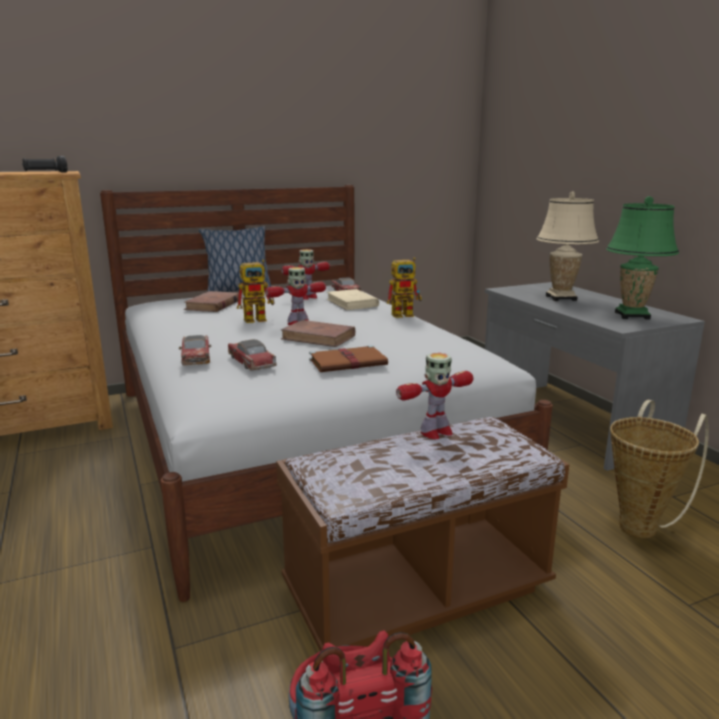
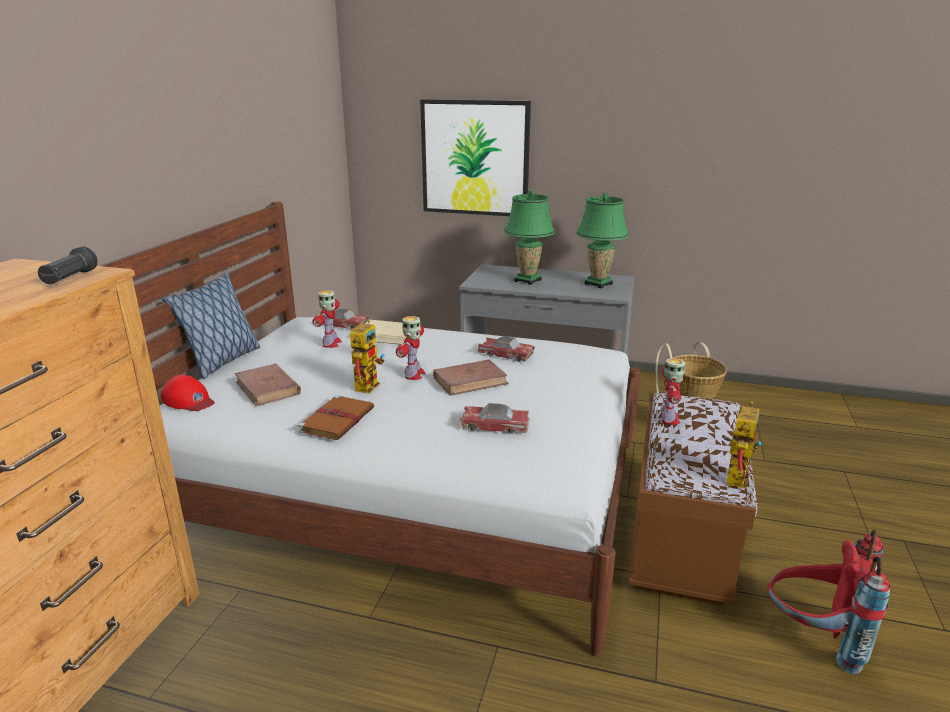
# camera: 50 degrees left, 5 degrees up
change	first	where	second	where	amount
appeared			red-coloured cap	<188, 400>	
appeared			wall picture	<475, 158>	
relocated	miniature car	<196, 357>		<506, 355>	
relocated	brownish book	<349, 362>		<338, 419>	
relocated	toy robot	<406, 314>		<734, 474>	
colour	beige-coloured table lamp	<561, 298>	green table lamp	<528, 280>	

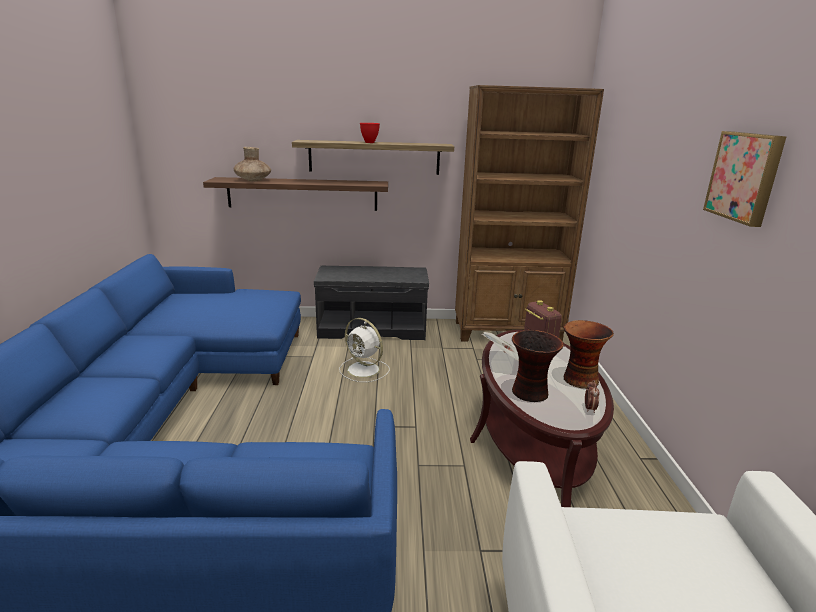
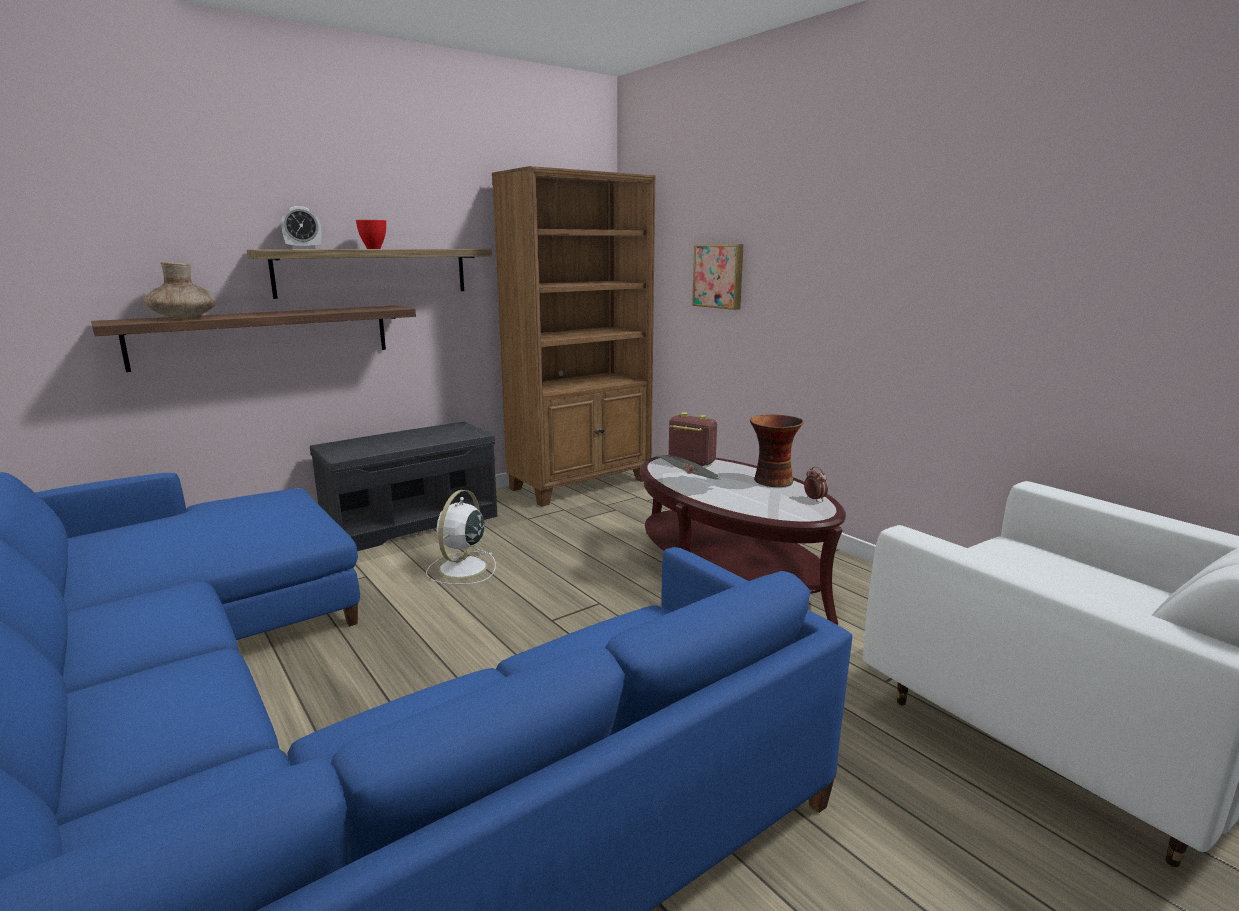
# camera: 35 degrees left, 5 degrees down
change	first	where	second	where	amount
missing	decorative vase	<530, 393>			
appeared			table clock	<304, 249>	
relocated	wall picture	<745, 177>		<719, 276>	
spun	white-coloured electric fan	<364, 370>		<462, 569>	105 degrees clockwise

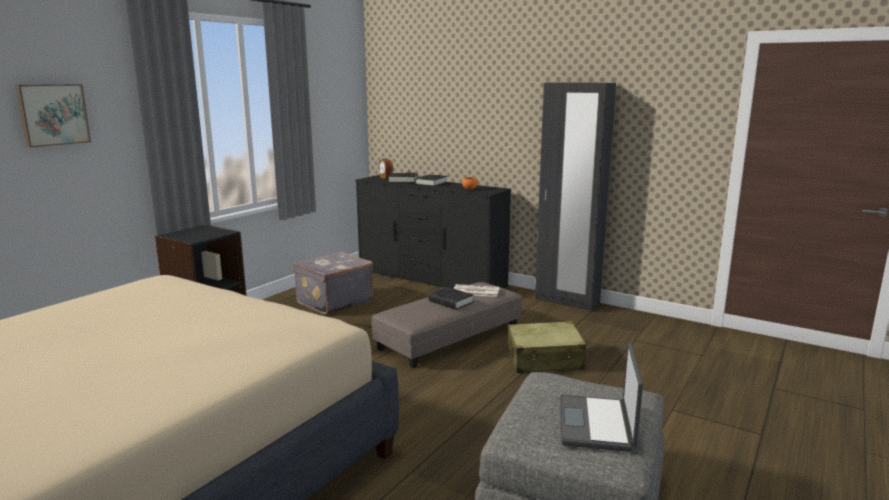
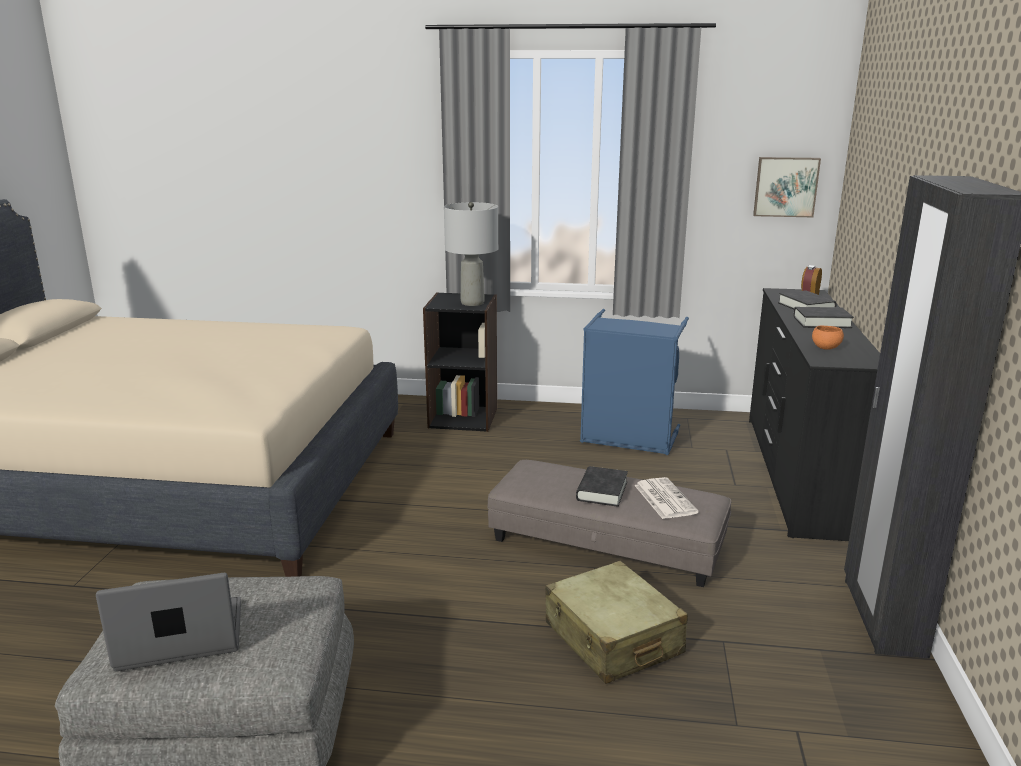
# camera: 65 degrees right, 5 degrees up
change	first	where	second	where	amount
appeared			grey table lamp	<473, 303>	
relocated	wall picture	<53, 114>		<785, 186>	
exchanged	grey piece of luggage	<333, 301>	blue washing basket	<628, 439>	

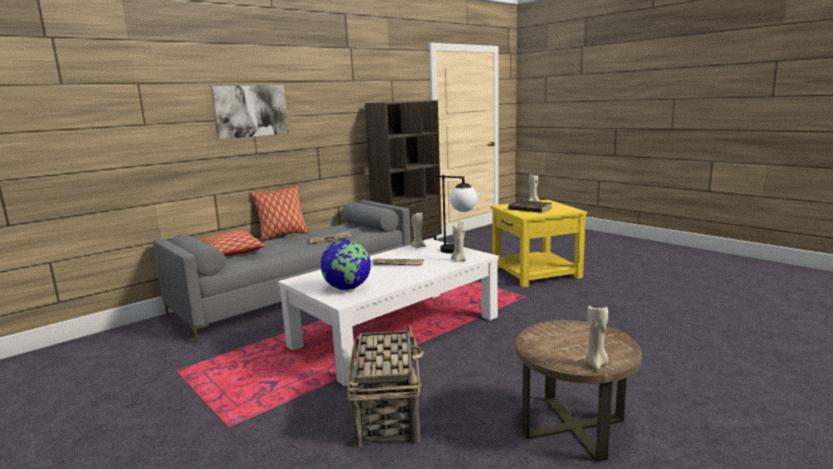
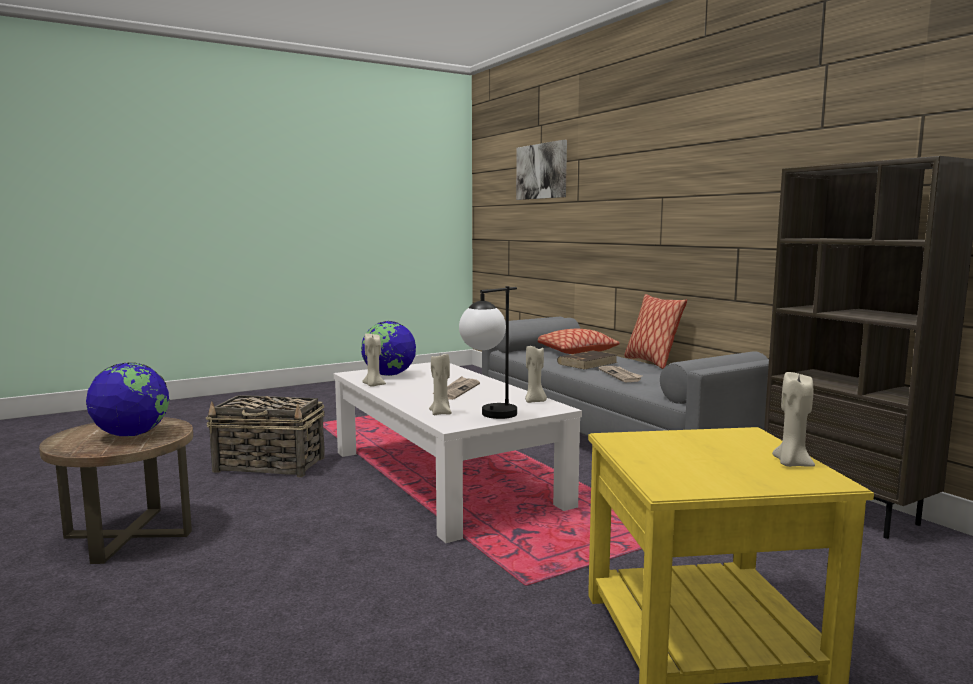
# camera: 100 degrees right, 5 degrees down
change	first	where	second	where	amount
appeared			globe	<131, 435>	
relocated	wall picture	<250, 111>		<542, 171>	
relocated	brownish book	<529, 209>		<587, 363>	
relocated	beige-coloured candle	<596, 364>		<373, 385>	

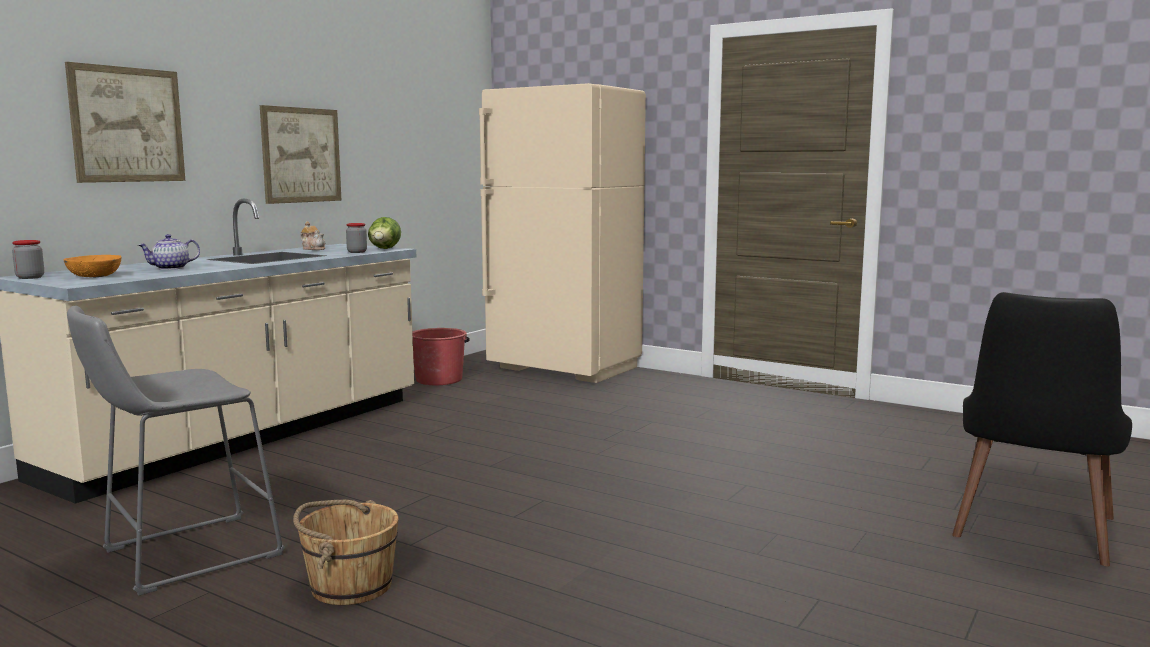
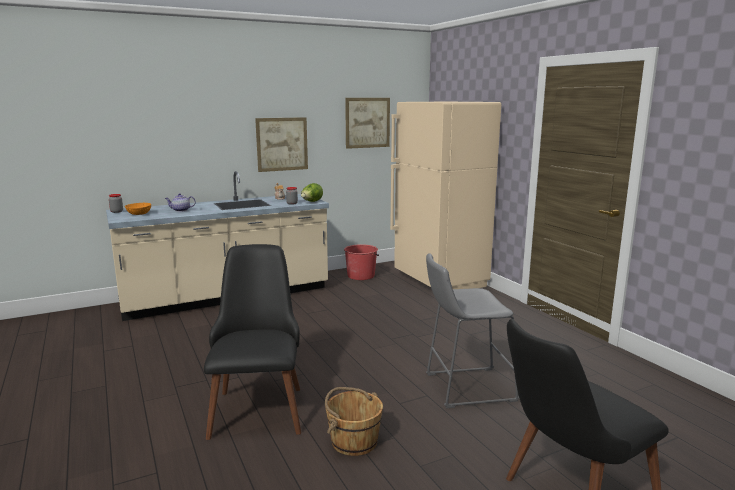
# camera: 30 degrees right, 5 degrees up
change	first	where	second	where	amount
appeared			black-coloured plain chair	<258, 403>	
relocated	wall picture	<127, 125>		<367, 122>	
relocated	grey stool seat	<182, 555>		<464, 387>	
relocated	brownish water bucket	<350, 586>		<353, 441>	

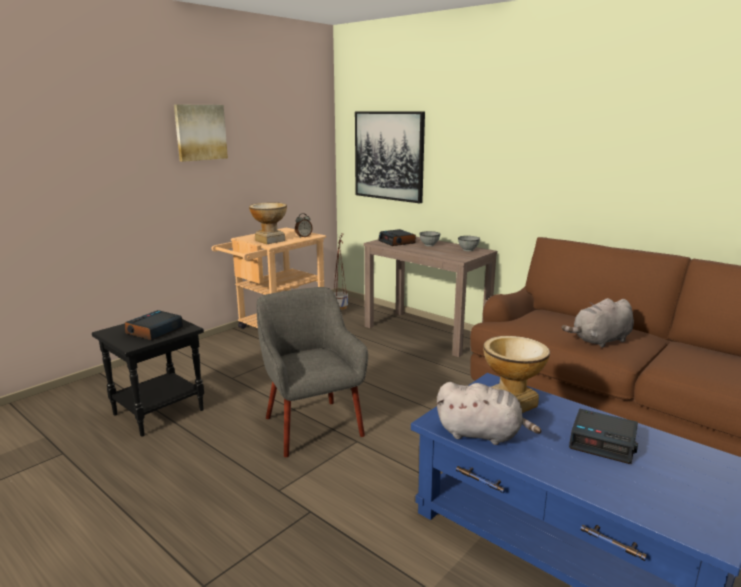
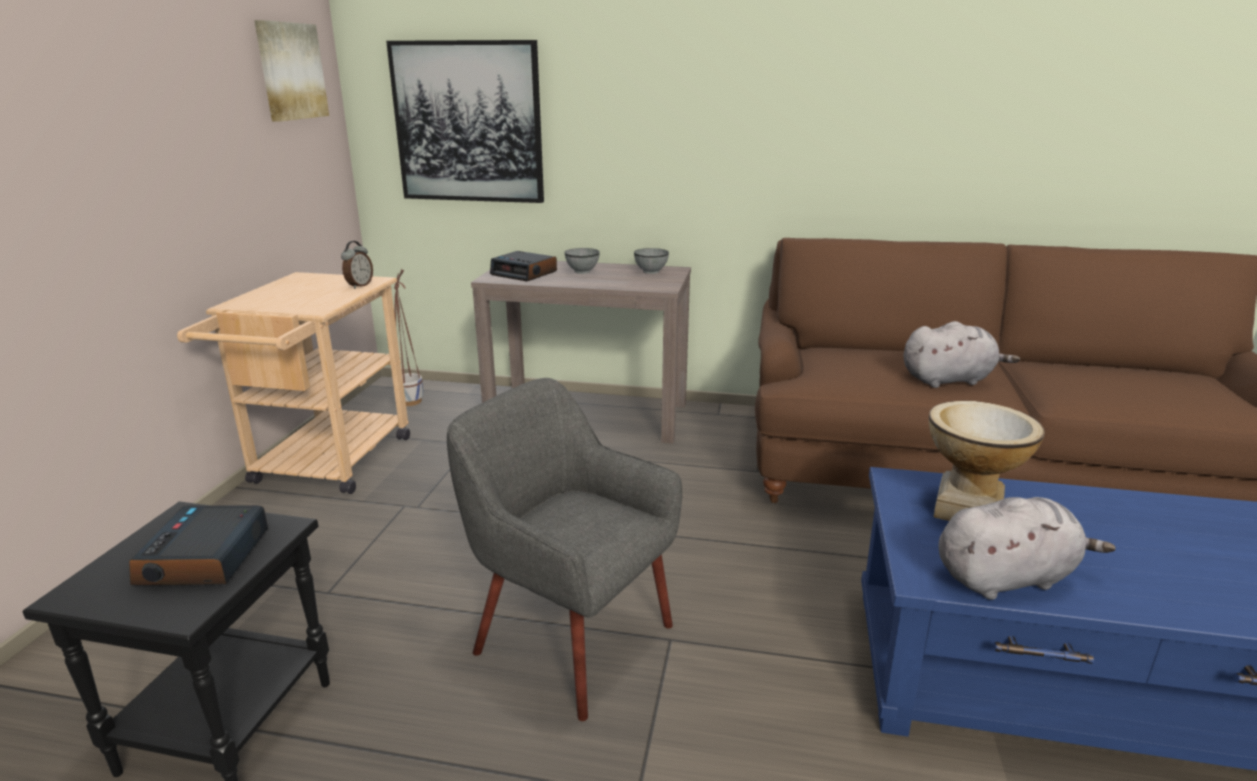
# camera: 30 degrees left, 5 degrees up
change	first	where	second	where	amount
missing	decorative vase	<270, 241>			
missing	table clock	<603, 442>			
relocated	wall picture	<200, 132>		<290, 71>	
spun	grey cuddly toy	<600, 341>		<949, 380>	135 degrees counterclockwise

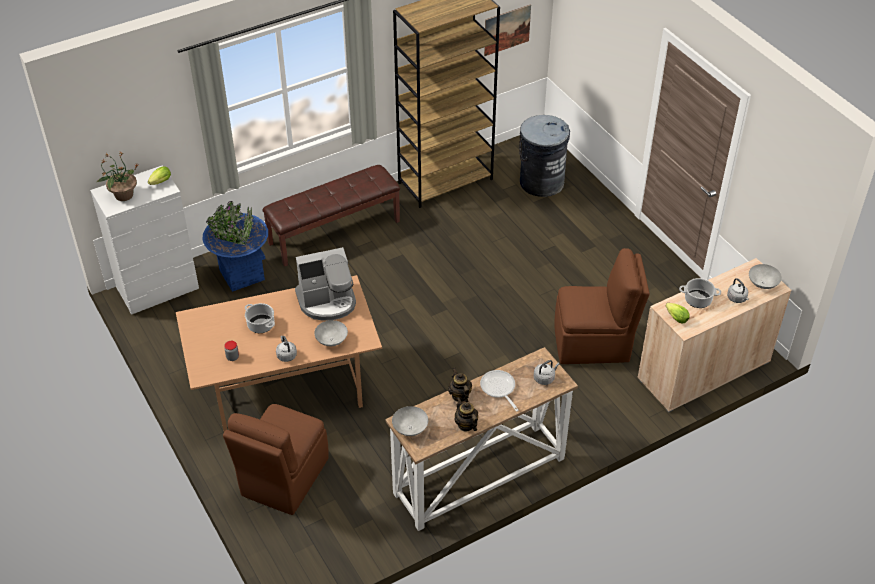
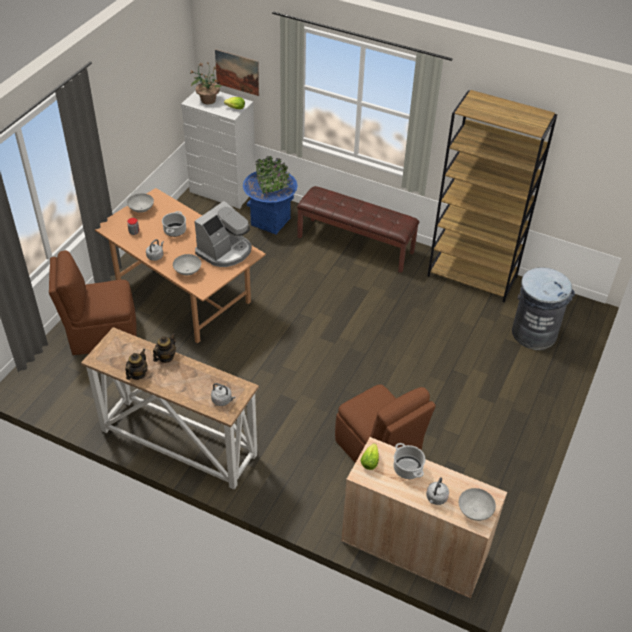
# camera: 55 degrees right, 0 degrees up
change	first	where	second	where	amount
missing	skillet	<499, 389>			
relocated	grey serving bowl	<410, 428>		<141, 209>	
relocated	wall picture	<507, 30>		<237, 72>	
spun	coffee machine	<327, 301>		<225, 251>	90 degrees counterclockwise

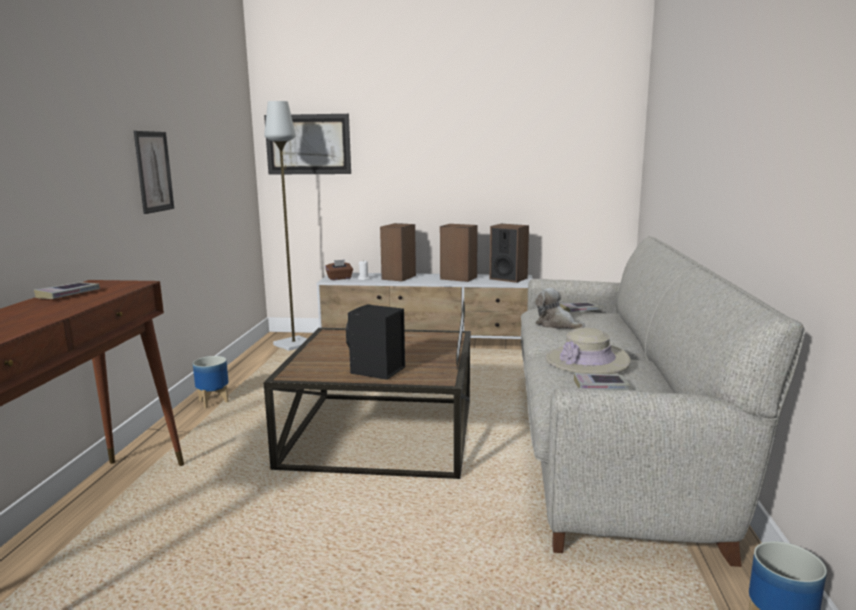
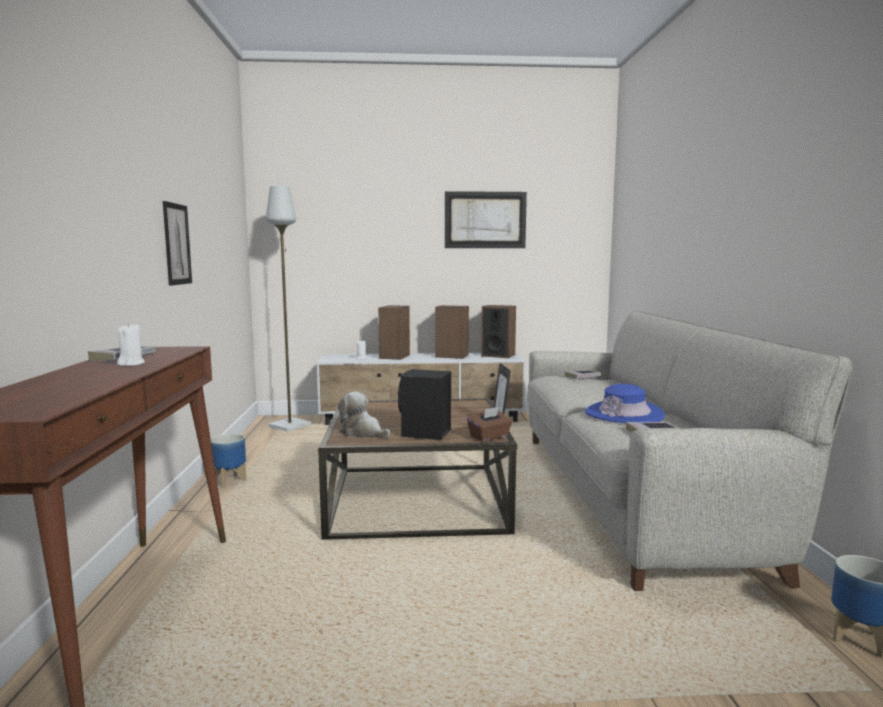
# camera: 10 degrees left, 5 degrees down
change	first	where	second	where	amount
appeared			white-coloured candle	<131, 364>	
relocated	wall picture	<308, 144>		<485, 220>	
relocated	brownish tissue holder	<339, 278>		<489, 437>	
relocated	cuddly toy	<556, 325>		<363, 433>	
colour	beige-coloured clothing hat	<587, 361>	blue clothing hat	<624, 414>	

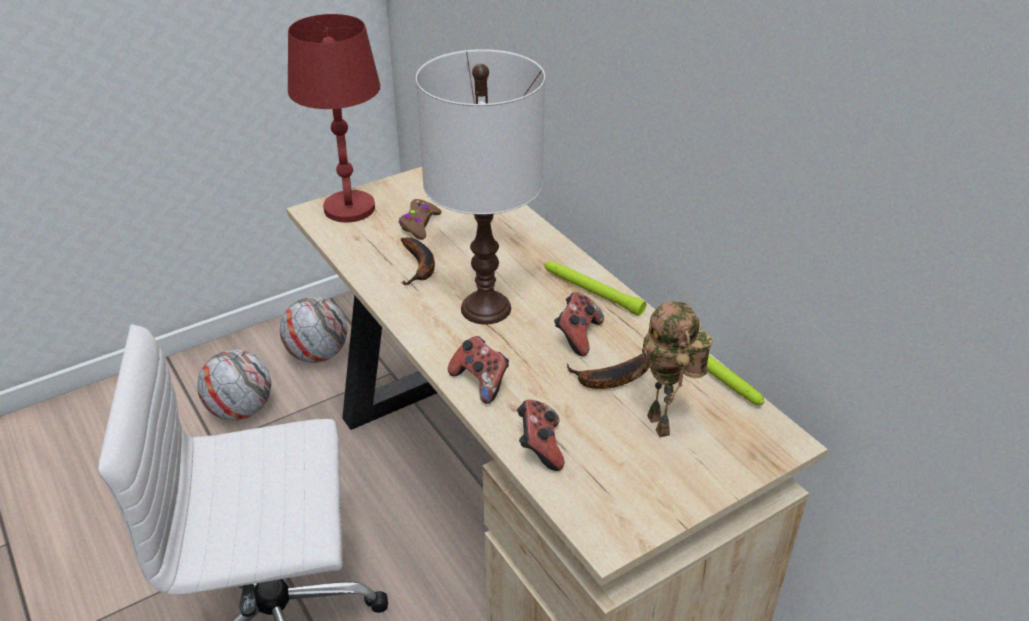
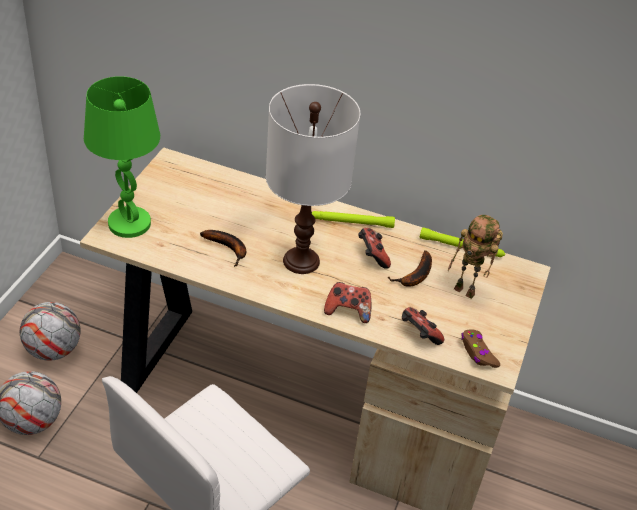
# camera: 40 degrees left, 5 degrees up
change	first	where	second	where	amount
relocated	brownish gamepad	<419, 224>		<478, 352>	
colour	red-coloured table lamp	<350, 208>	green table lamp	<130, 223>	

